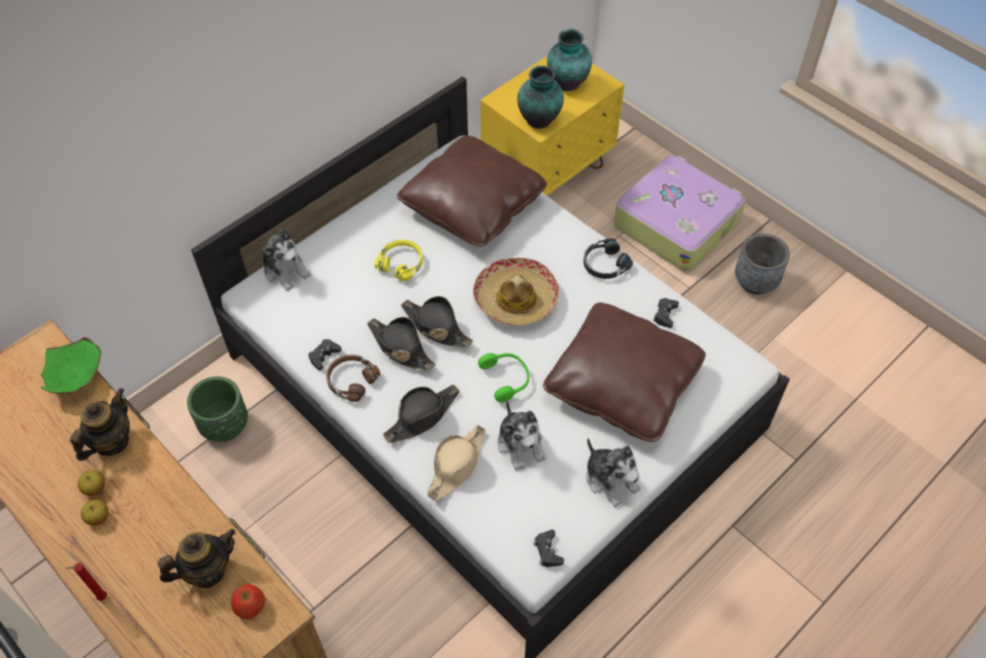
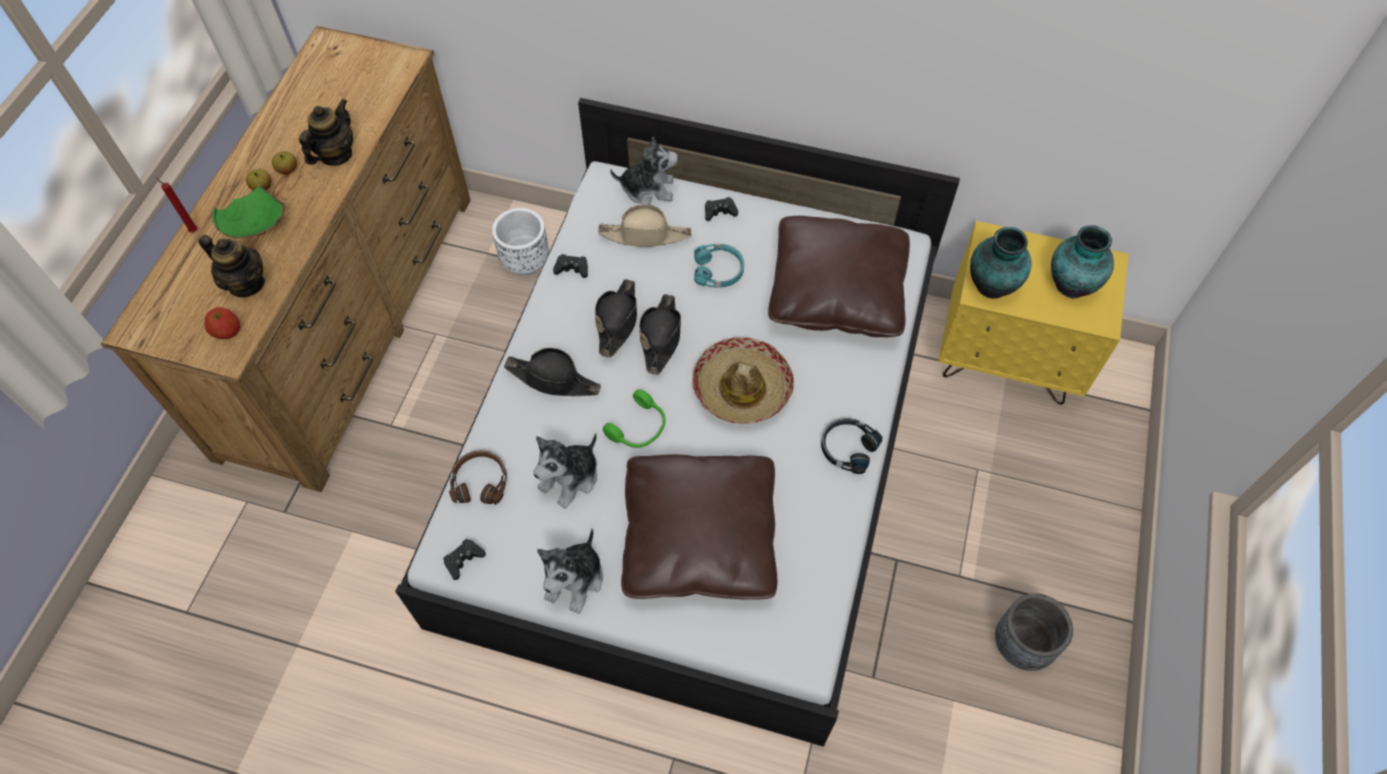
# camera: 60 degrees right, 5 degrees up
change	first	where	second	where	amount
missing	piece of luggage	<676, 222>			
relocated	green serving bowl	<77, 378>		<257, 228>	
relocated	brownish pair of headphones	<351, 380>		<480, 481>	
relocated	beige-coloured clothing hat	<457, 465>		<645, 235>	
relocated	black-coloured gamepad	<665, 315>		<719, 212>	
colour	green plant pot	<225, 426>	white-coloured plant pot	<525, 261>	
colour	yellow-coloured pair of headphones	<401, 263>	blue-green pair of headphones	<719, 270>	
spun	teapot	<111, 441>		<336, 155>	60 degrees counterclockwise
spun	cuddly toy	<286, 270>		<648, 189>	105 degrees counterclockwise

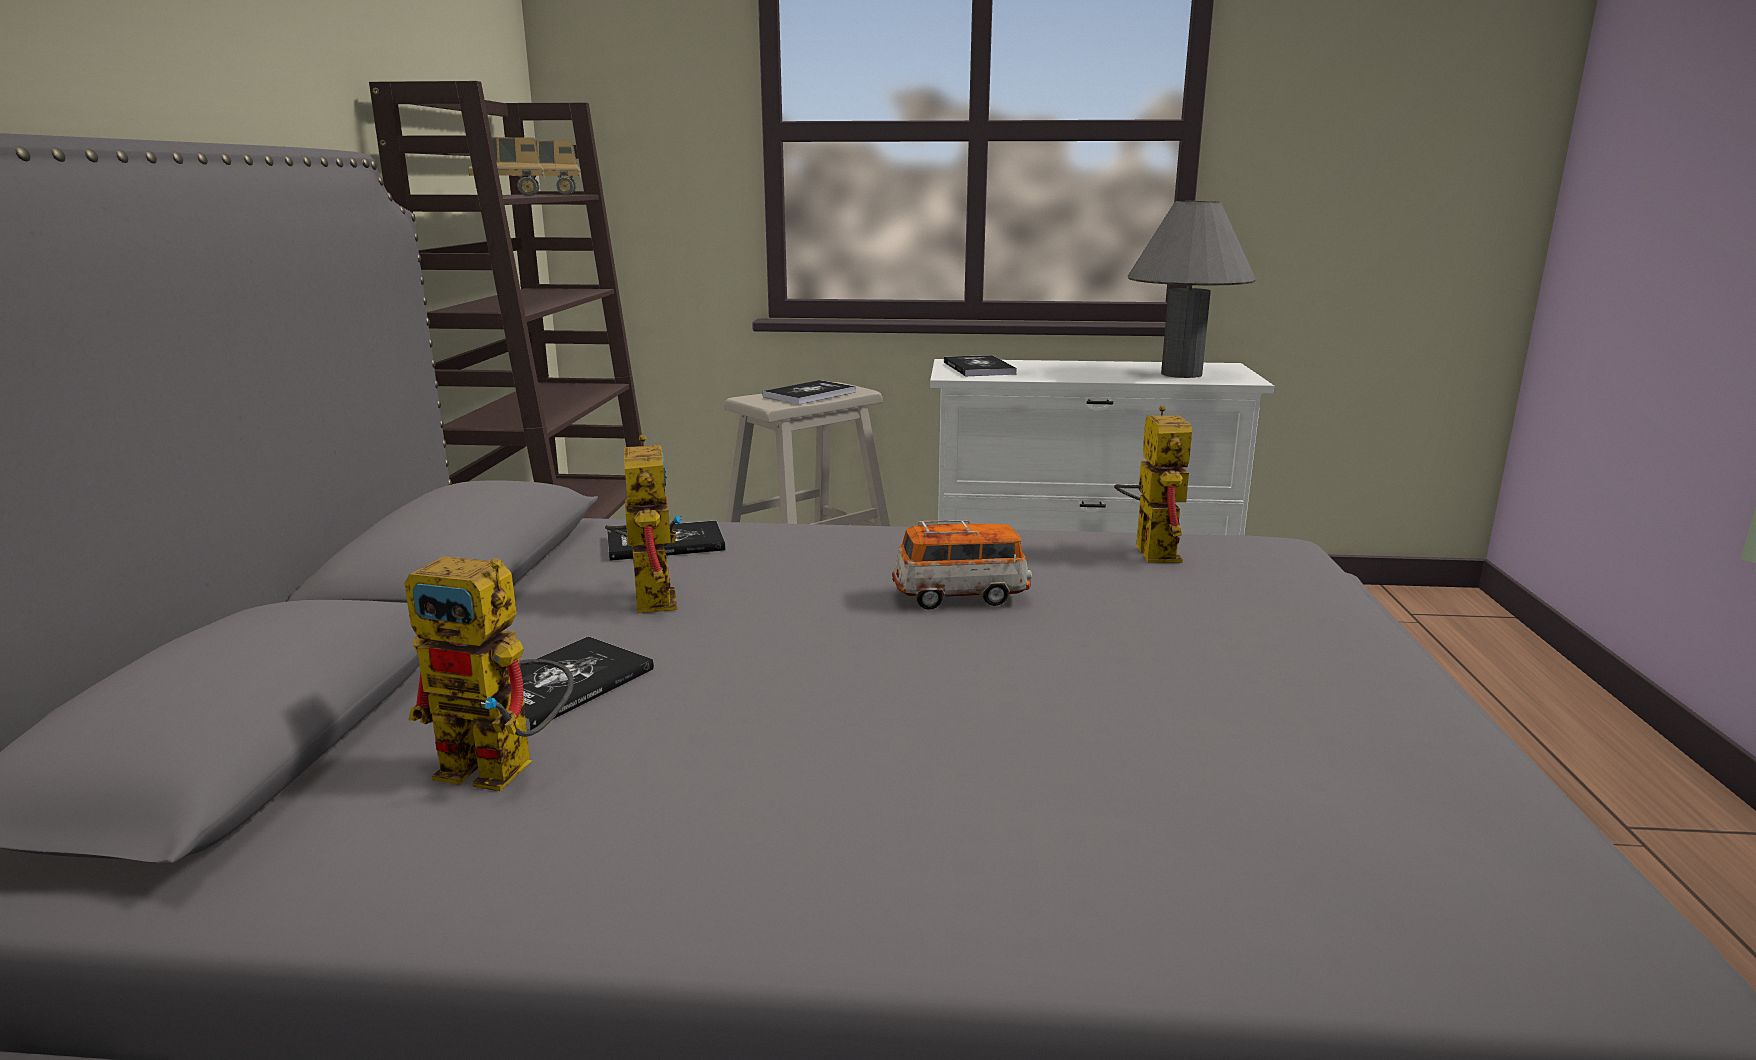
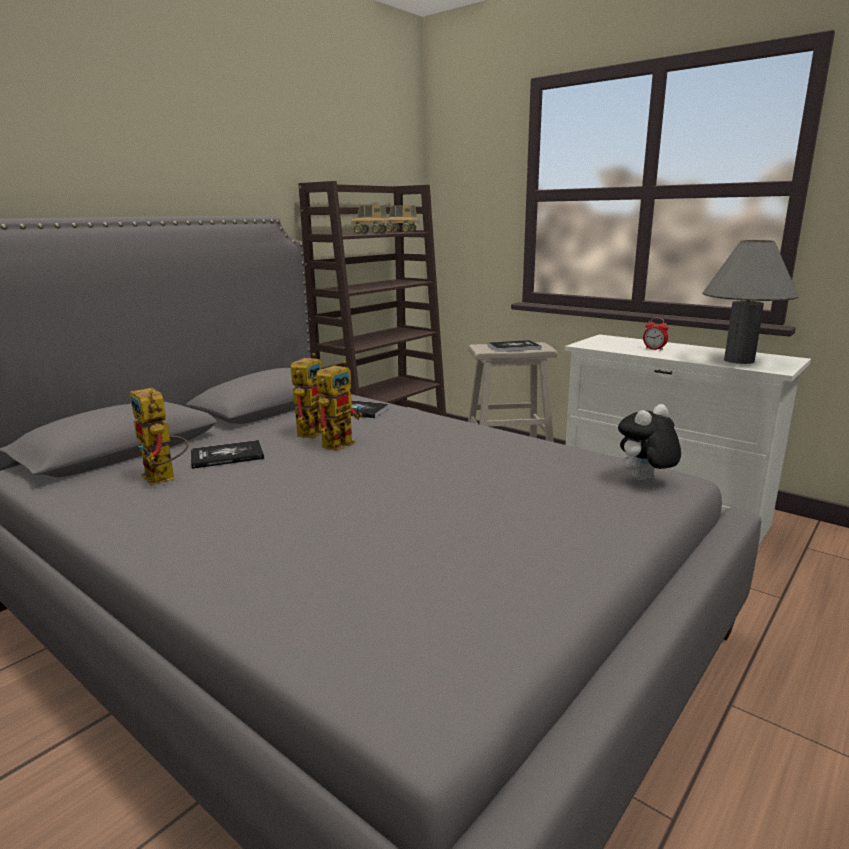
# camera: 35 degrees right, 0 degrees up
change	first	where	second	where	amount
missing	miniature car	<961, 596>			
missing	book	<978, 368>			
appeared			cuddly toy	<644, 480>	
appeared			table clock	<654, 349>	
relocated	toy robot	<1149, 549>		<340, 442>	

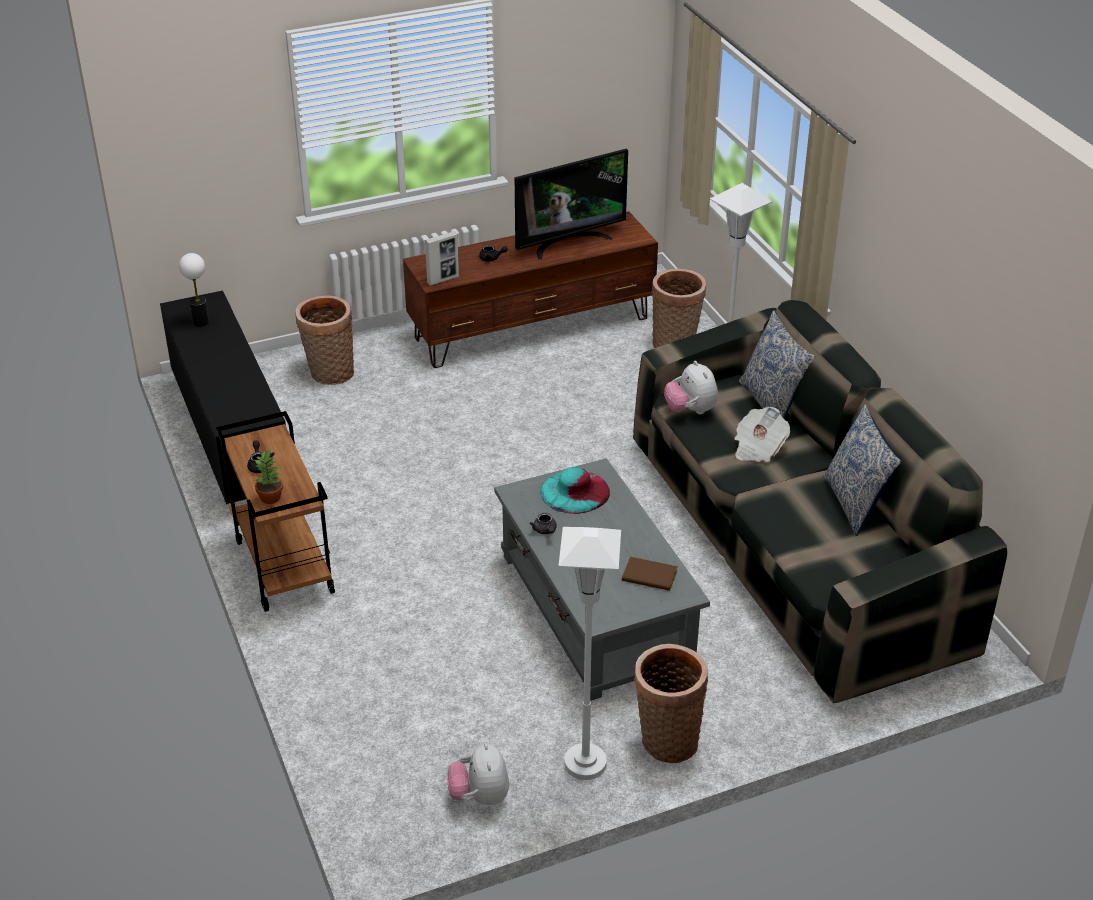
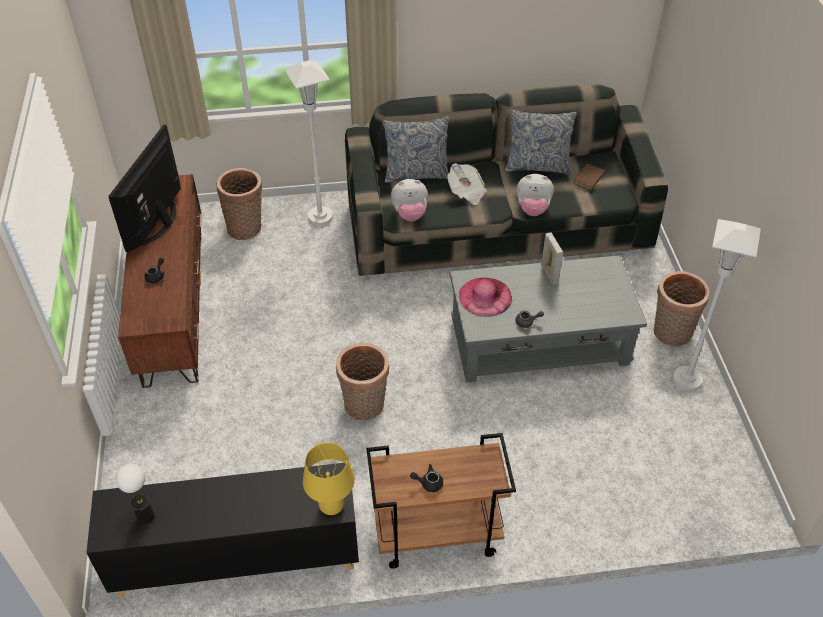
# camera: 75 degrees left, 10 degrees up
change	first	where	second	where	amount
missing	potted plant	<271, 497>			
appeared			yellow-coloured table lamp	<332, 506>	
relocated	basket	<329, 374>		<365, 407>	
relocated	photo frame	<443, 280>		<549, 274>	
relocated	cuddly toy	<480, 796>		<532, 209>	
relocated	brownish book	<649, 575>		<587, 178>	
colour	blue-green clothing hat	<575, 491>	pinkish clothing hat	<485, 296>	
spun	television	<568, 242>		<160, 224>	150 degrees counterclockwise

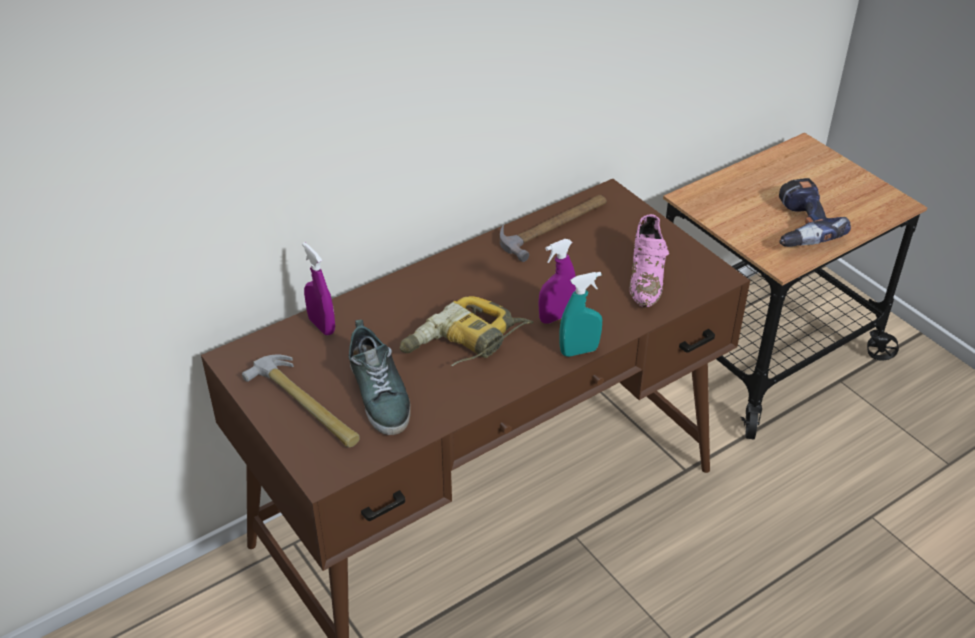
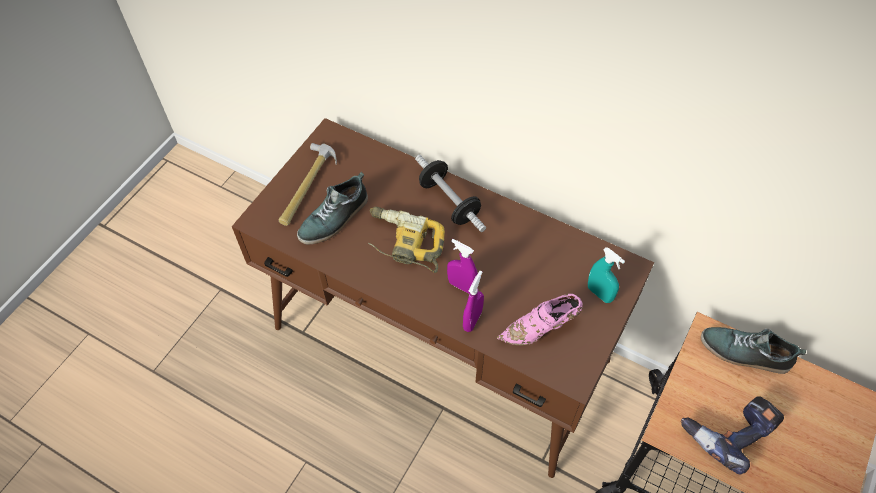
# camera: 65 degrees right, 15 degrees up
change	first	where	second	where	amount
missing	hand hammer	<554, 226>			
appeared			dumbbell	<449, 202>	
appeared			shoe	<745, 353>	
relocated	purplish spray bottle	<321, 326>		<472, 320>	
relocated	blue-green spray bottle	<579, 351>		<599, 293>	

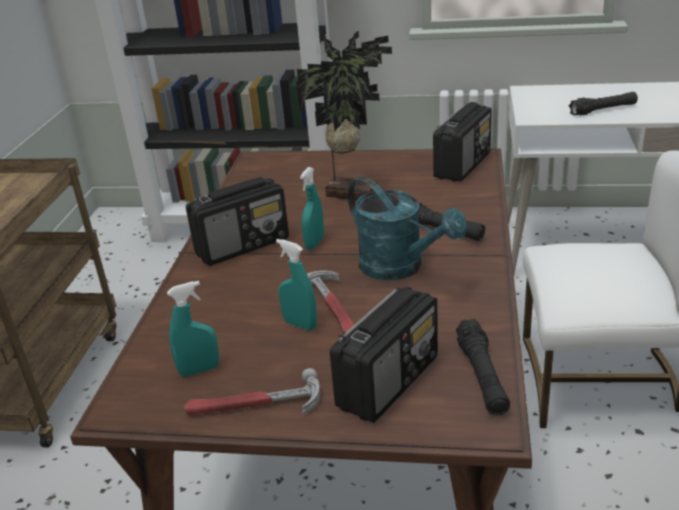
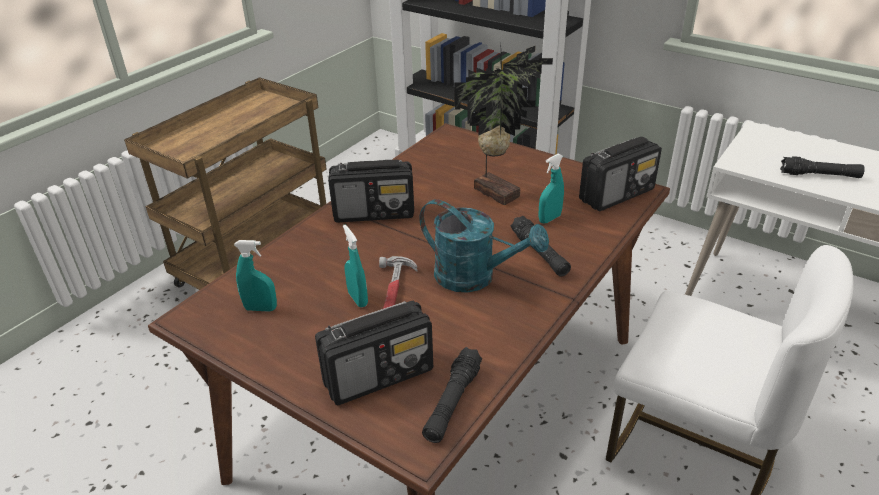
# camera: 25 degrees right, 5 degrees up
change	first	where	second	where	amount
missing	hand hammer	<254, 405>			
relocated	blue-green spray bottle	<314, 243>		<549, 219>	
spun	blue-green watering pot	<400, 268>		<475, 277>	45 degrees counterclockwise

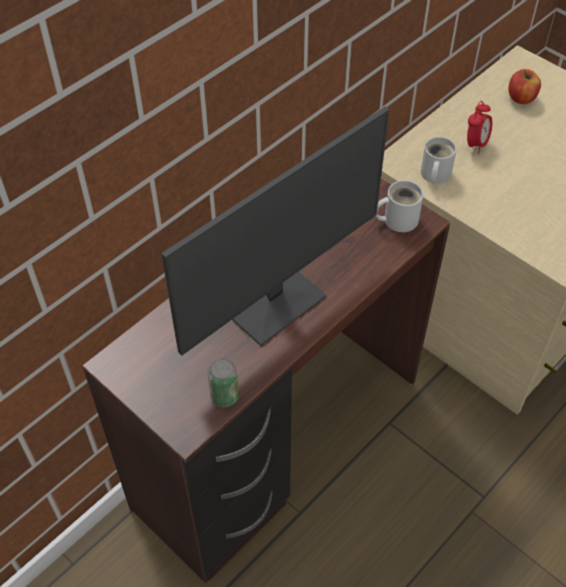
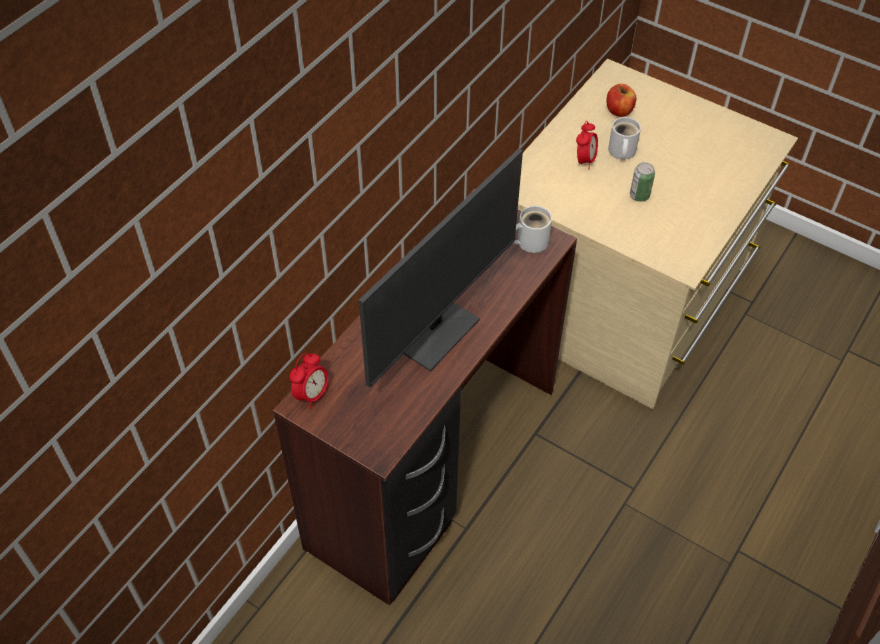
# camera: 10 degrees left, 0 degrees up
change	first	where	second	where	amount
appeared			table clock	<312, 394>	
relocated	can	<224, 396>		<639, 195>	
relocated	white-coloured mug	<434, 175>		<621, 152>	

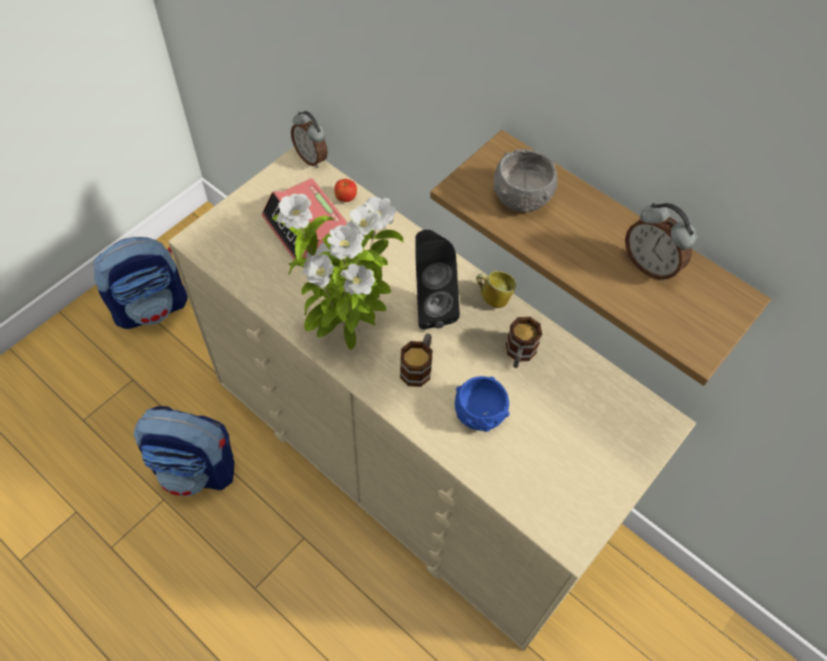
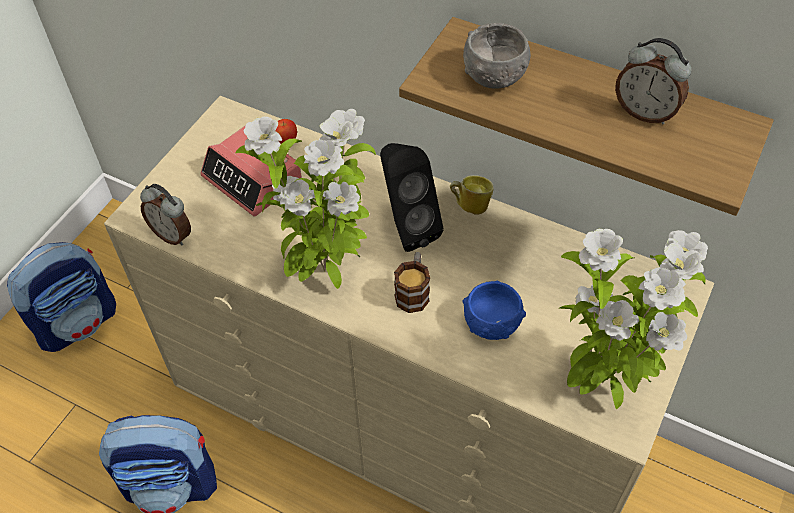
# camera: 10 degrees left, 5 degrees down
change	first	where	second	where	amount
missing	mug	<519, 354>			
appeared			potted plant	<603, 386>	
relocated	table clock	<312, 158>		<173, 234>	

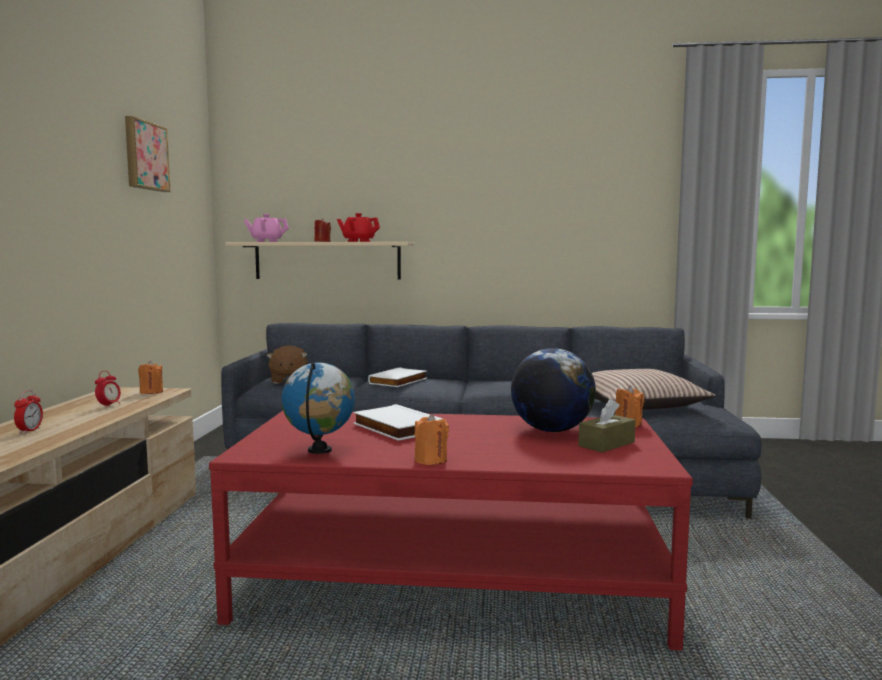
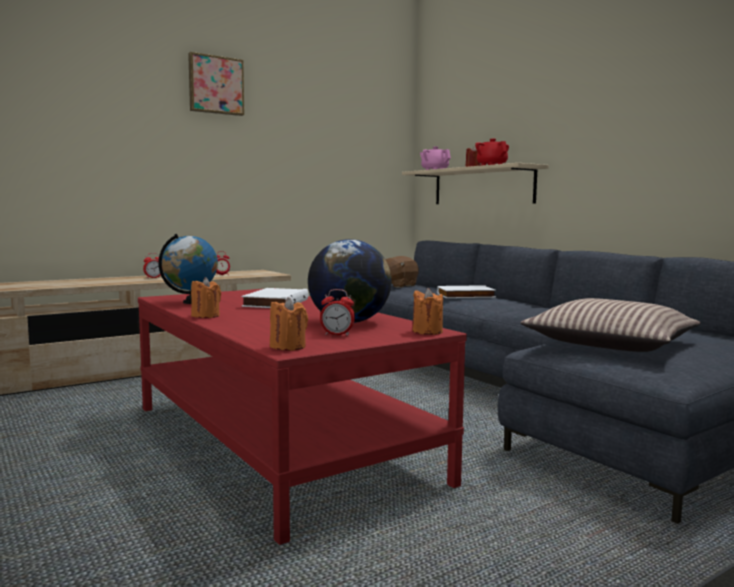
# camera: 50 degrees right, 0 degrees up
change	first	where	second	where	amount
relocated	wall picture	<145, 156>		<215, 85>	
relocated	orange candle	<151, 392>		<288, 347>	
exchanged	brownish tissue holder	<606, 444>	table clock	<337, 334>	

